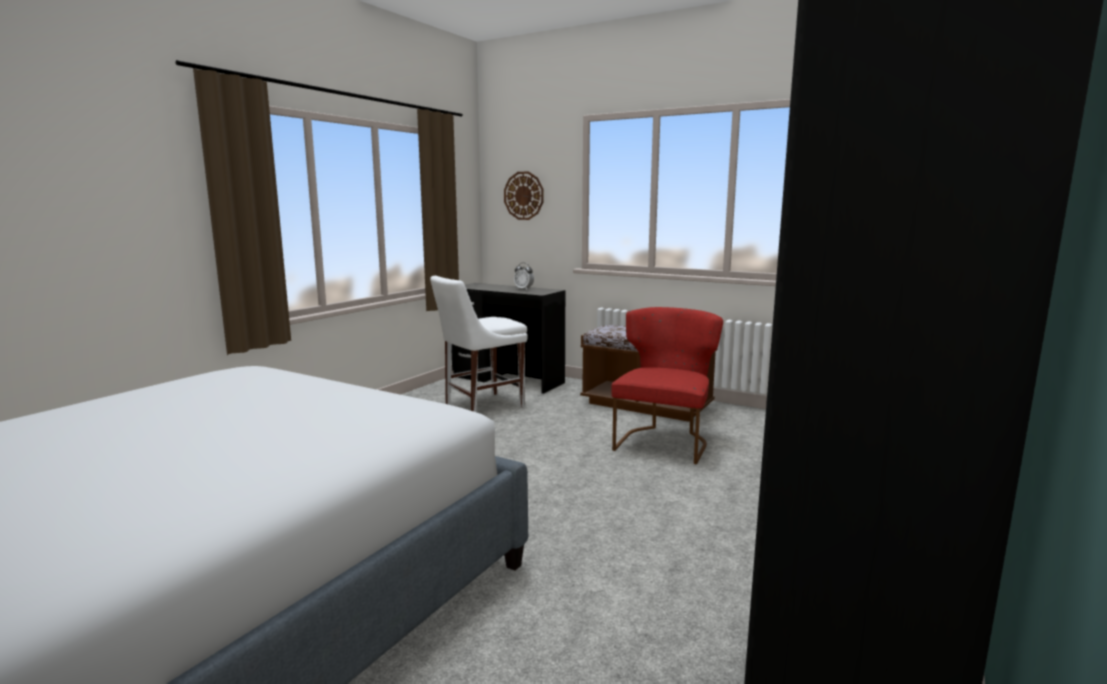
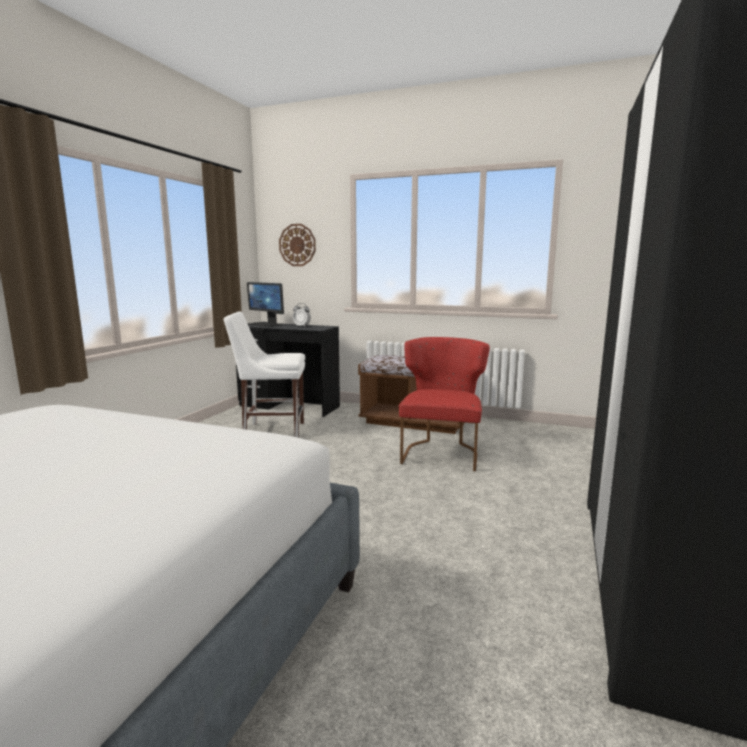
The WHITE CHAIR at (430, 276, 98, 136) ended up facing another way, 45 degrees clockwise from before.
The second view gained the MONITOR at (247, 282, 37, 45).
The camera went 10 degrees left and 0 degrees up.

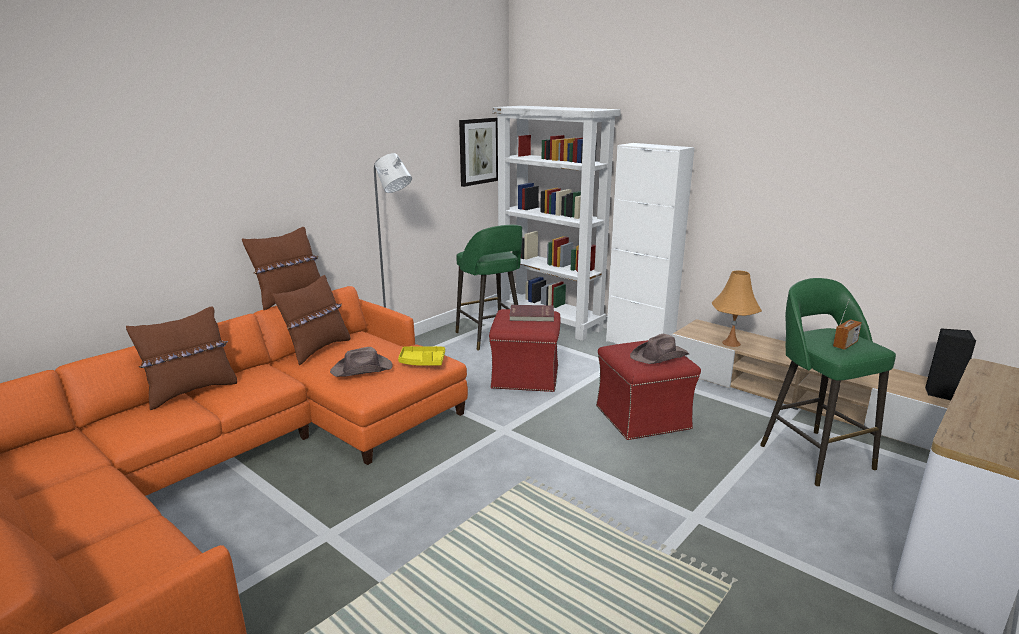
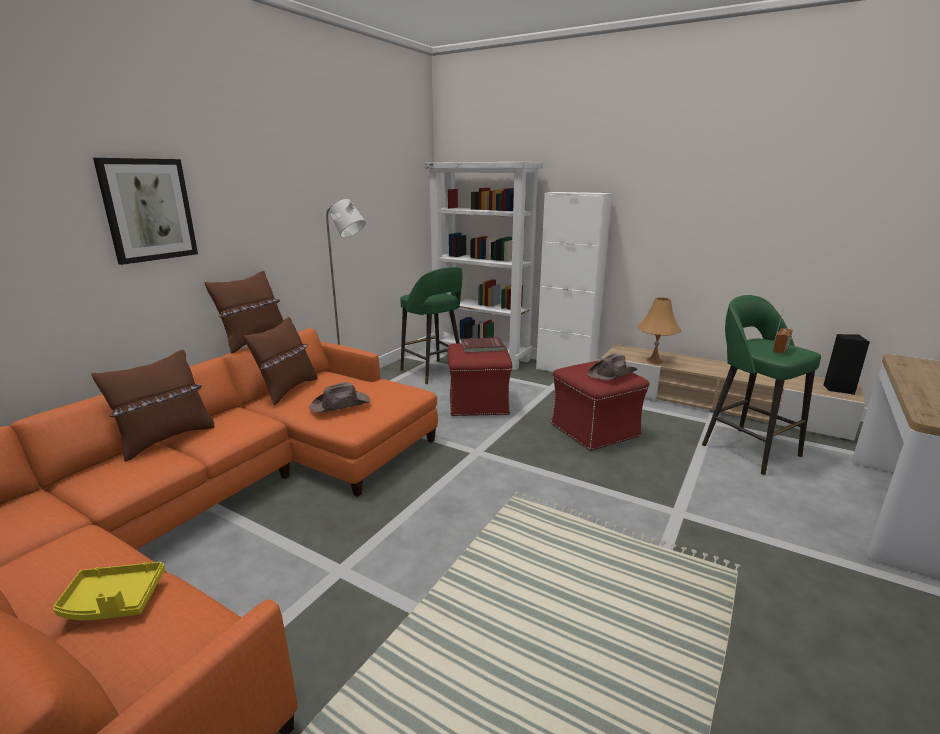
The YELLOW TRAY ended up elsewhere, having gone from (398, 346, 47, 20) to (53, 562, 112, 58).
The PICTURE ended up elsewhere, having gone from (459, 118, 39, 69) to (93, 158, 105, 107).
The camera went 10 degrees left and 0 degrees up.

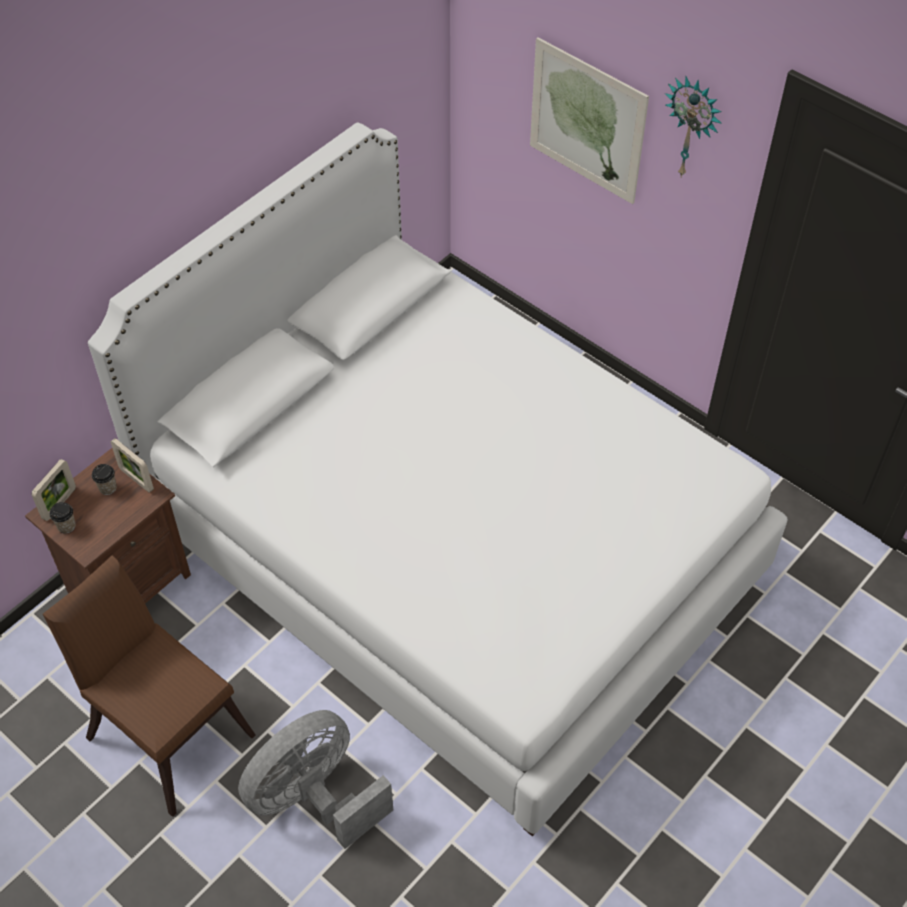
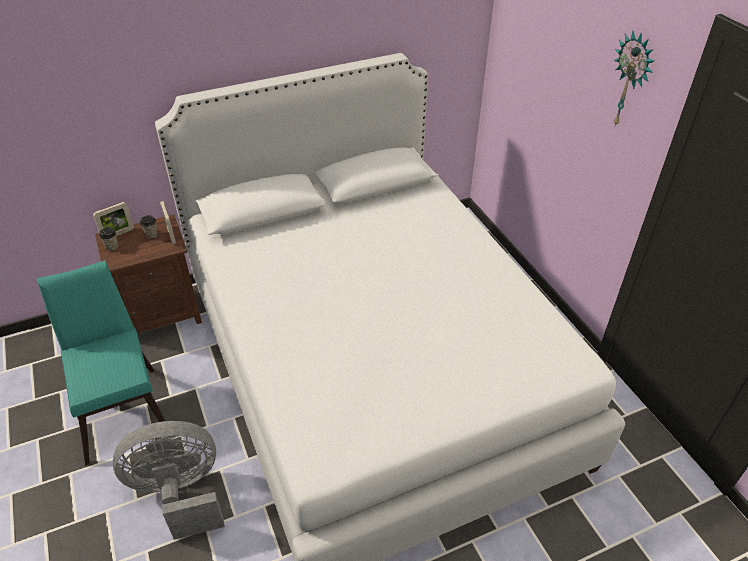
What was the BROWN CHAIR at (43, 555, 213, 262) turned into the TURQUOISE CHAIR at (37, 260, 129, 206).
The second view lost the PICTURE at (530, 37, 119, 167).
The camera went 25 degrees right and 10 degrees down.

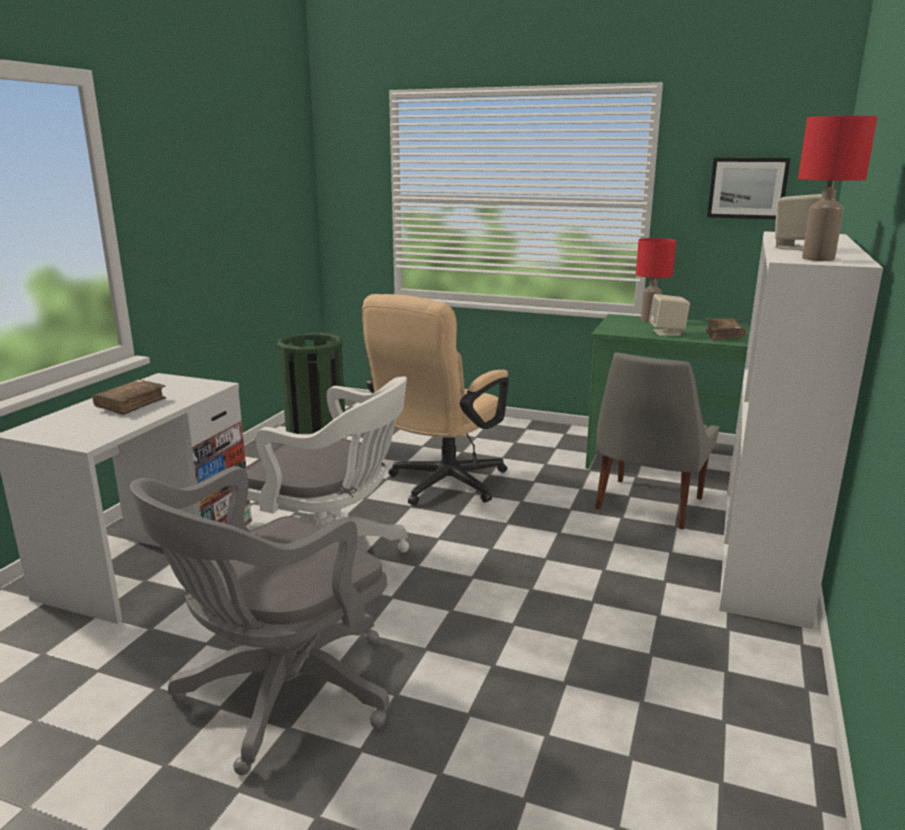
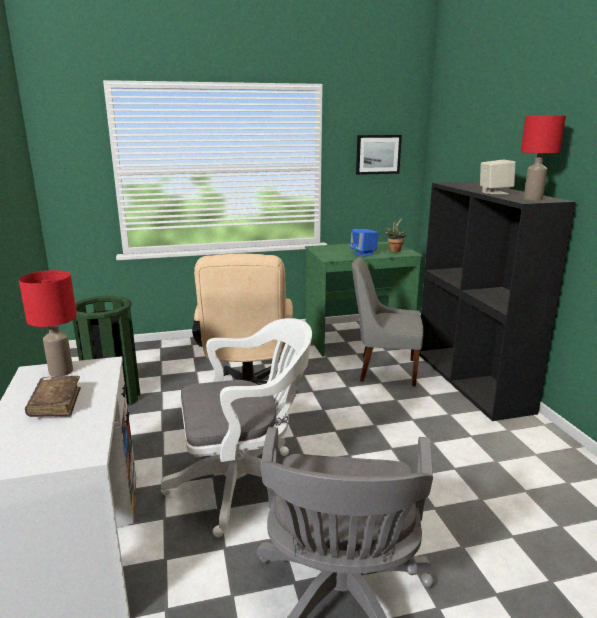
The RED TABLE LAMP ended up elsewhere, having gone from (636, 238, 40, 84) to (19, 270, 58, 107).
What was the BEIGE SPEAKER at (649, 294, 41, 42) turned into the BLUE SPEAKER at (350, 229, 29, 28).
The GREY CHAIR at (595, 352, 124, 177) ended up facing another way, 105 degrees clockwise from before.
Where the BROWN BOOK stood at (705, 318, 41, 23), the POTTED PLANT came to stand at (384, 218, 22, 34).
What was the WHITE BOOKCASE at (719, 231, 164, 398) turned into the BLACK BOOKCASE at (419, 182, 157, 239).
The camera went 35 degrees left and 0 degrees up.

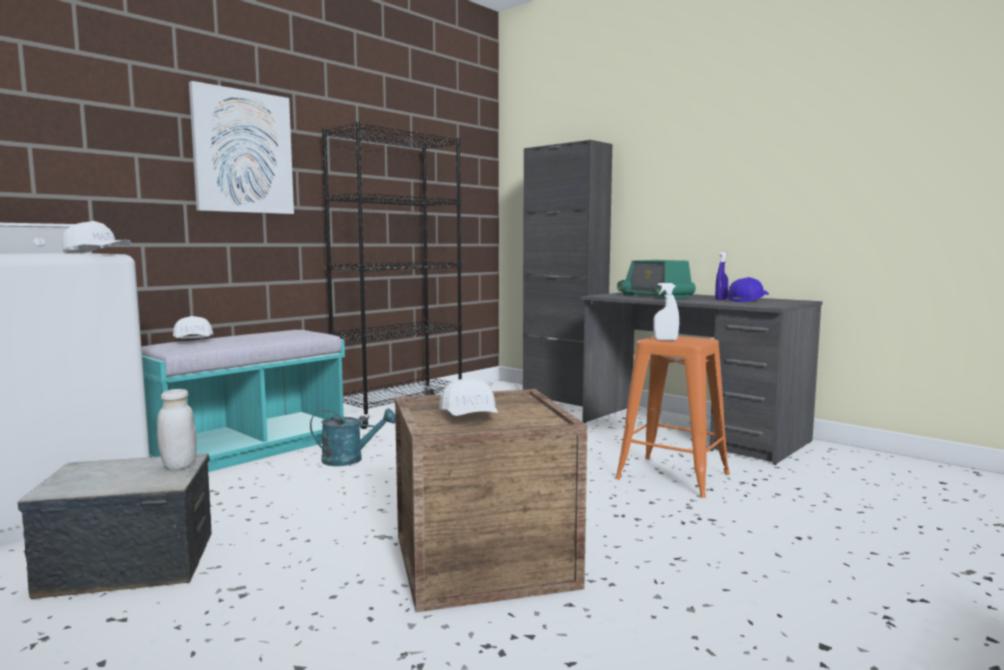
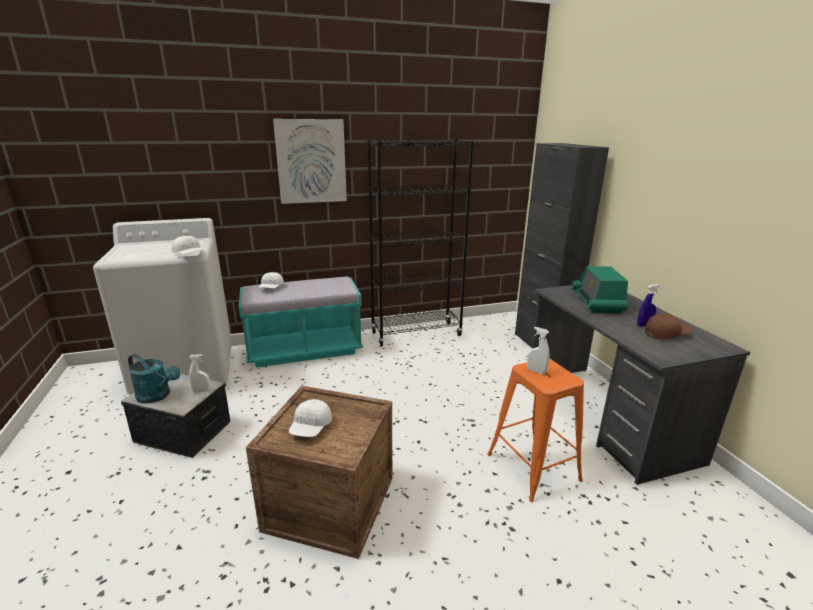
The TURQUOISE WATERING CAN ended up elsewhere, having gone from (310, 408, 85, 58) to (128, 354, 52, 50).
Where the WHITE JAR stood at (157, 389, 40, 80), the WHITE SPRAY BOTTLE came to stand at (189, 354, 21, 38).
What was the BLUE CAP at (727, 277, 42, 25) turned into the BROWN CAP at (645, 314, 47, 26).
The camera went 30 degrees right and 15 degrees up.

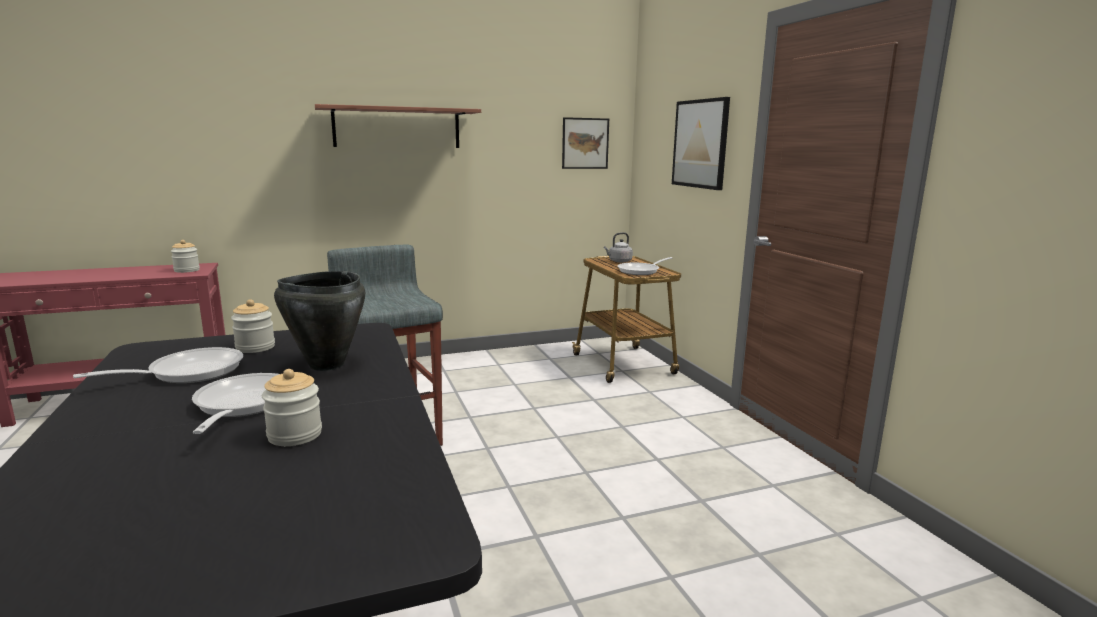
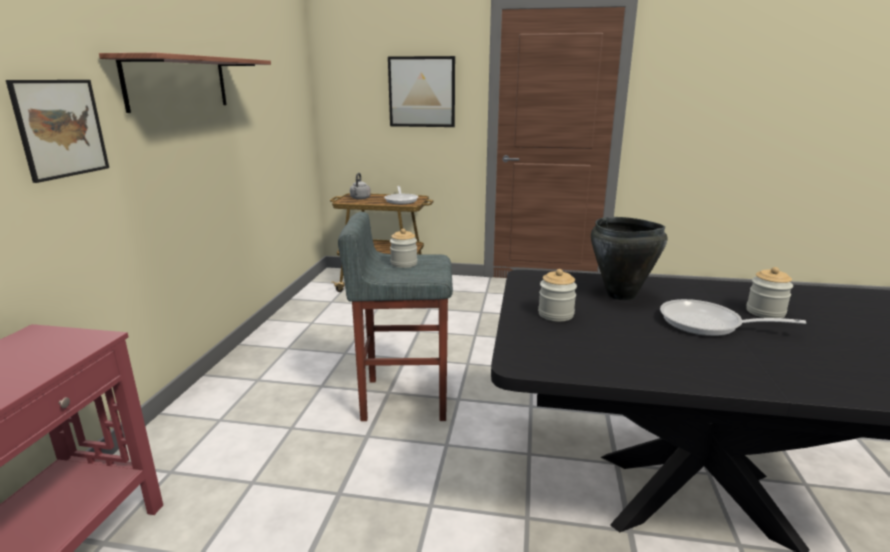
The PICTURE ended up elsewhere, having gone from (562, 117, 47, 52) to (6, 80, 103, 103).
The JAR ended up elsewhere, having gone from (171, 240, 29, 33) to (390, 229, 27, 39).
The second view lost the FRYING PAN at (73, 347, 170, 36).
The camera went 60 degrees left and 5 degrees up.

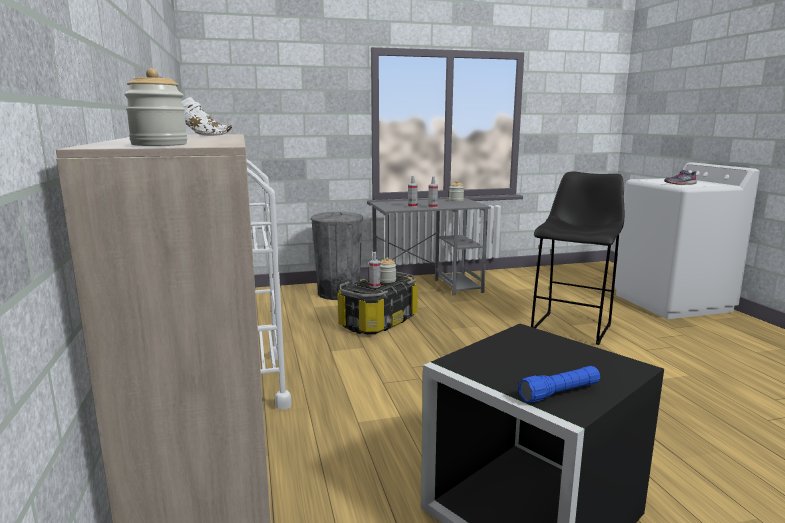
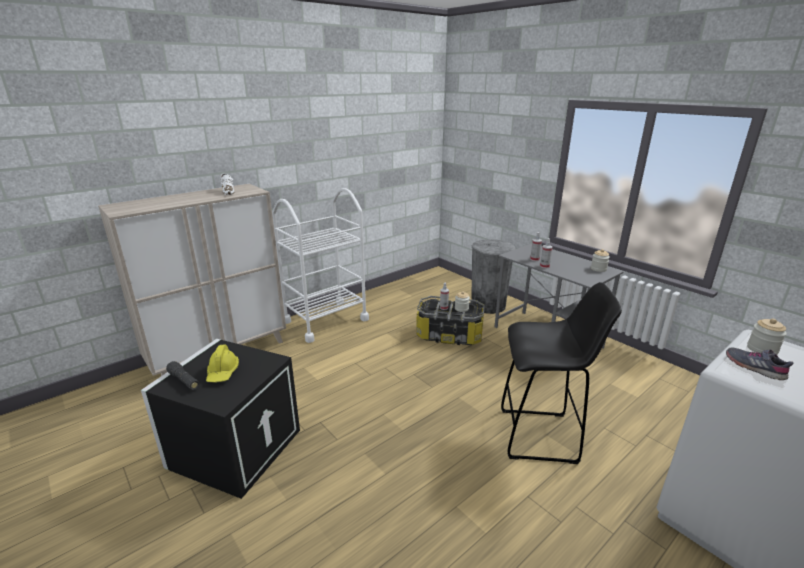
What was the BLUE FLASHLIGHT at (518, 366, 82, 37) turned into the BLACK FLASHLIGHT at (166, 361, 33, 29).
The second view gained the YELLOW HARD HAT at (206, 345, 33, 38).
The JAR ended up elsewhere, having gone from (124, 68, 63, 78) to (747, 319, 40, 36).
The camera went 65 degrees right and 10 degrees up.

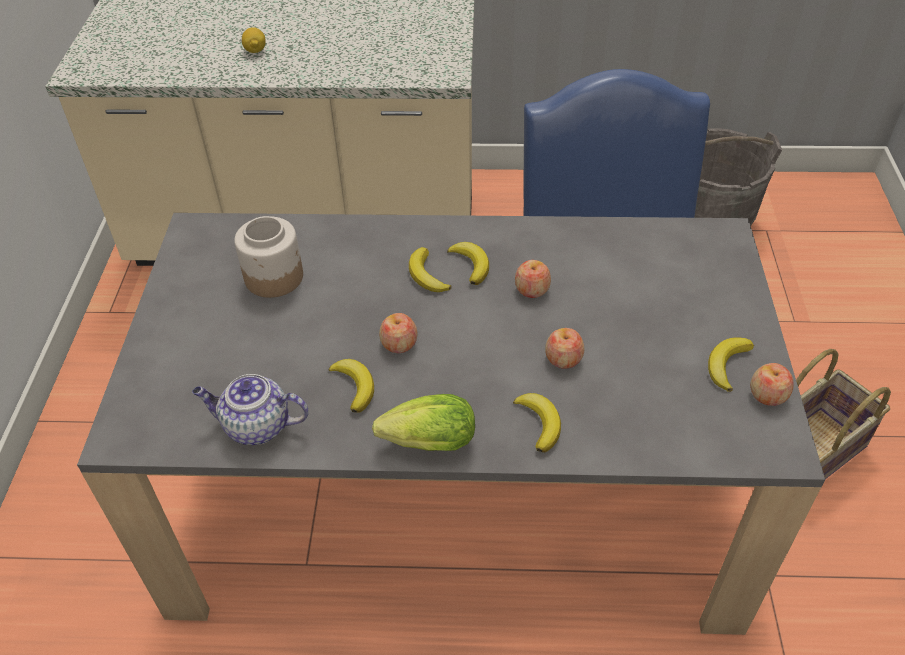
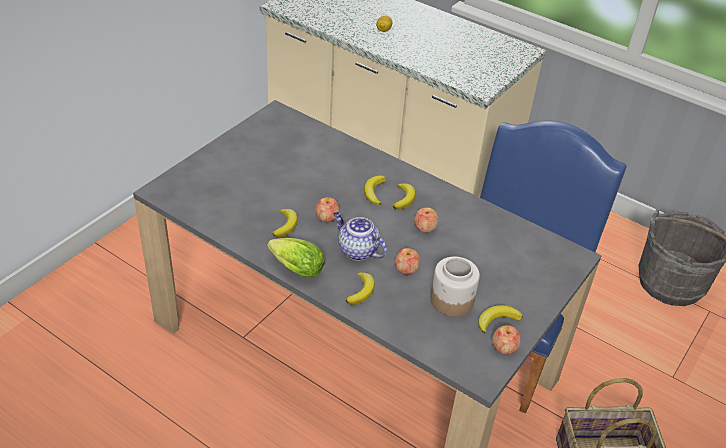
The TEAPOT ended up elsewhere, having gone from (192, 374, 117, 71) to (334, 212, 53, 49).
The JAR ended up elsewhere, having gone from (234, 216, 69, 82) to (431, 257, 49, 60).
The camera went 30 degrees right and 5 degrees down.

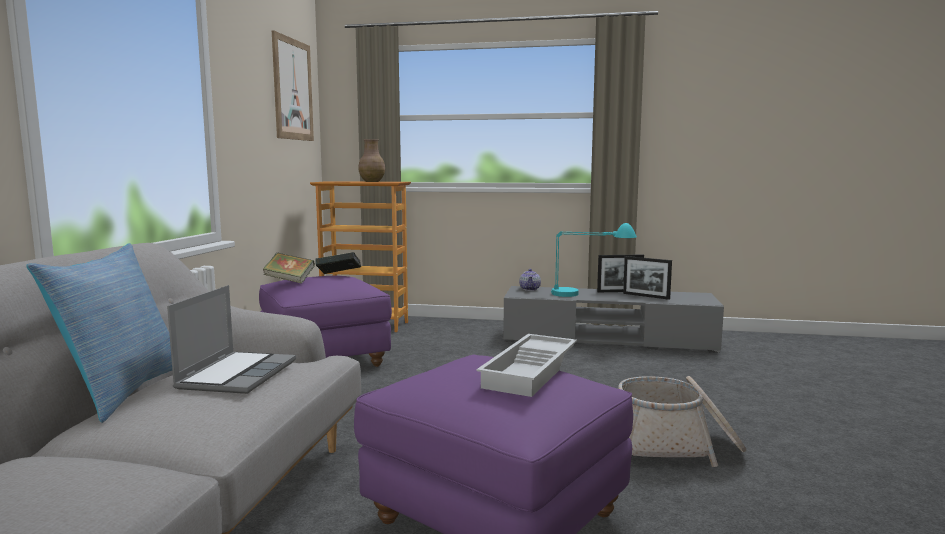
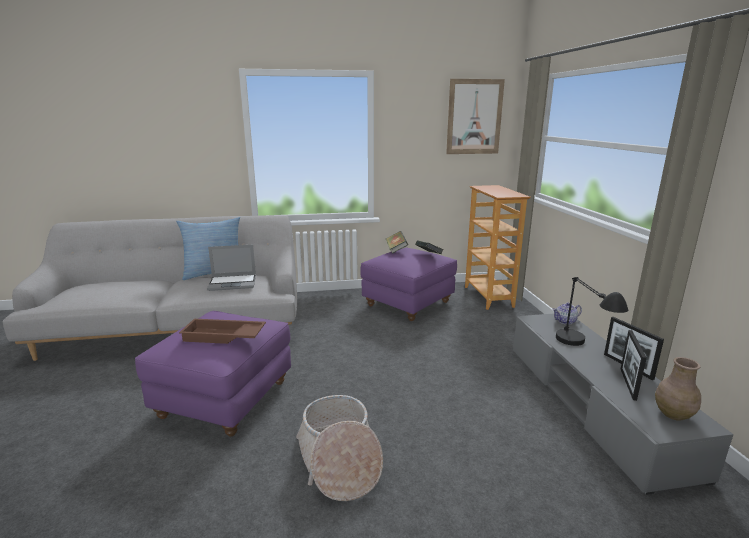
What was the WHITE TRAY at (477, 334, 100, 63) turned into the BROWN TRAY at (179, 319, 87, 25).
What was the TURQUOISE TABLE LAMP at (551, 223, 86, 74) turned into the BLACK TABLE LAMP at (556, 277, 72, 69).
The BROWN VASE ended up elsewhere, having gone from (358, 139, 27, 43) to (655, 357, 46, 64).
The camera went 70 degrees right and 10 degrees up.

